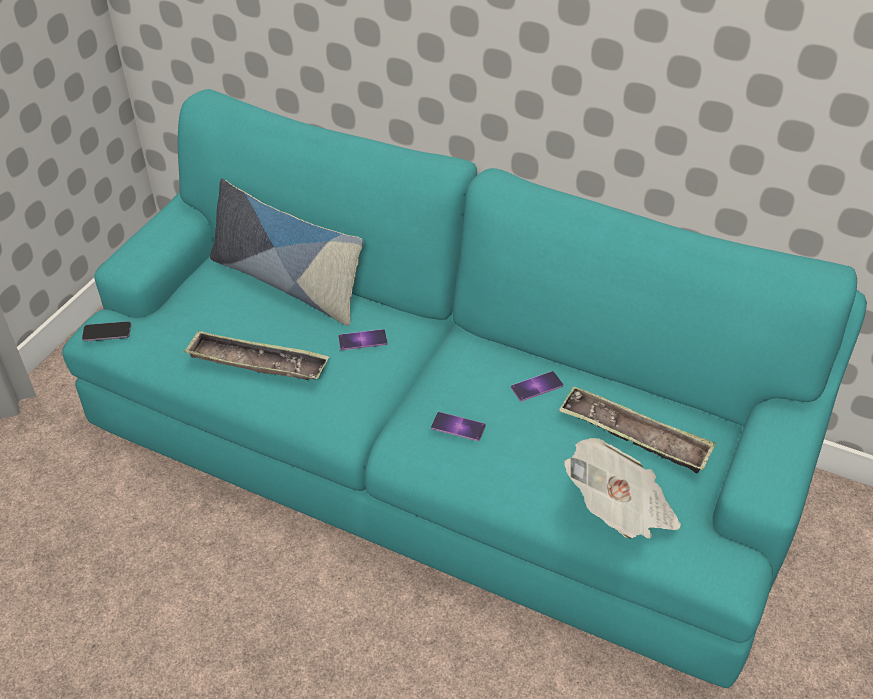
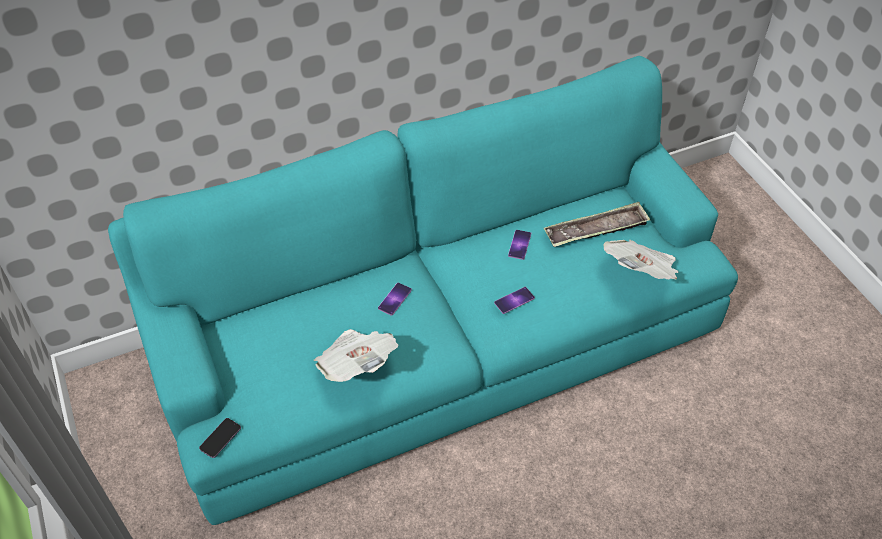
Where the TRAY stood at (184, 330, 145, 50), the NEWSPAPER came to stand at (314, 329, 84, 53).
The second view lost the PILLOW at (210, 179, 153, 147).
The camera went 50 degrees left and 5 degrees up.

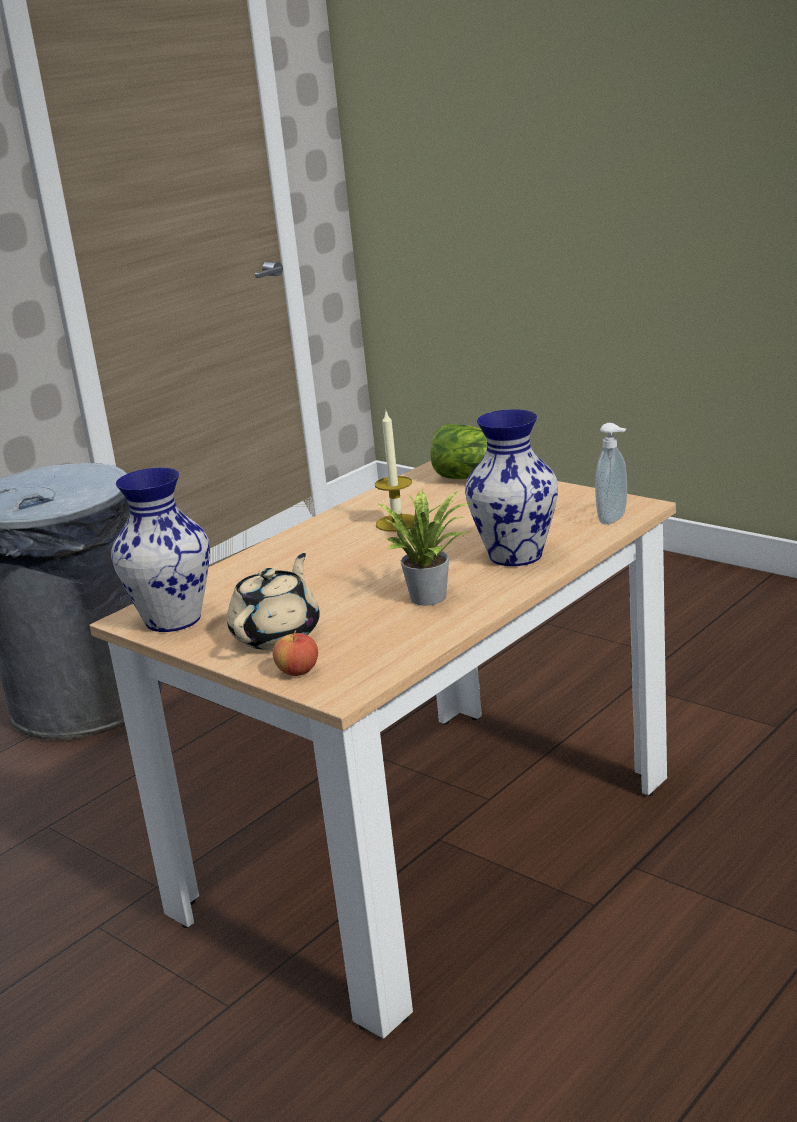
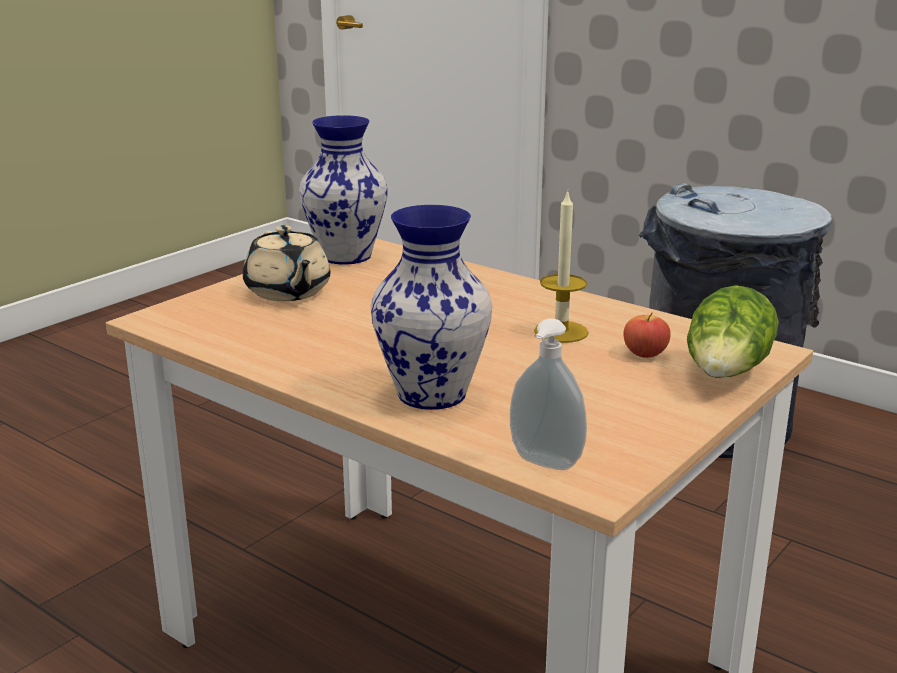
The BEIGE TEAPOT at (227, 553, 93, 97) ended up facing another way, 45 degrees clockwise from before.
The APPLE ended up elsewhere, having gone from (273, 630, 45, 46) to (623, 313, 48, 45).
The second view lost the POTTED PLANT at (379, 490, 94, 116).
The camera went 85 degrees right and 0 degrees up.

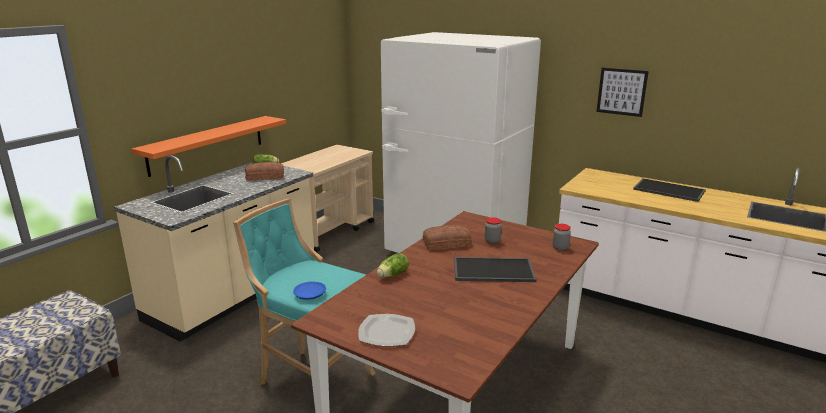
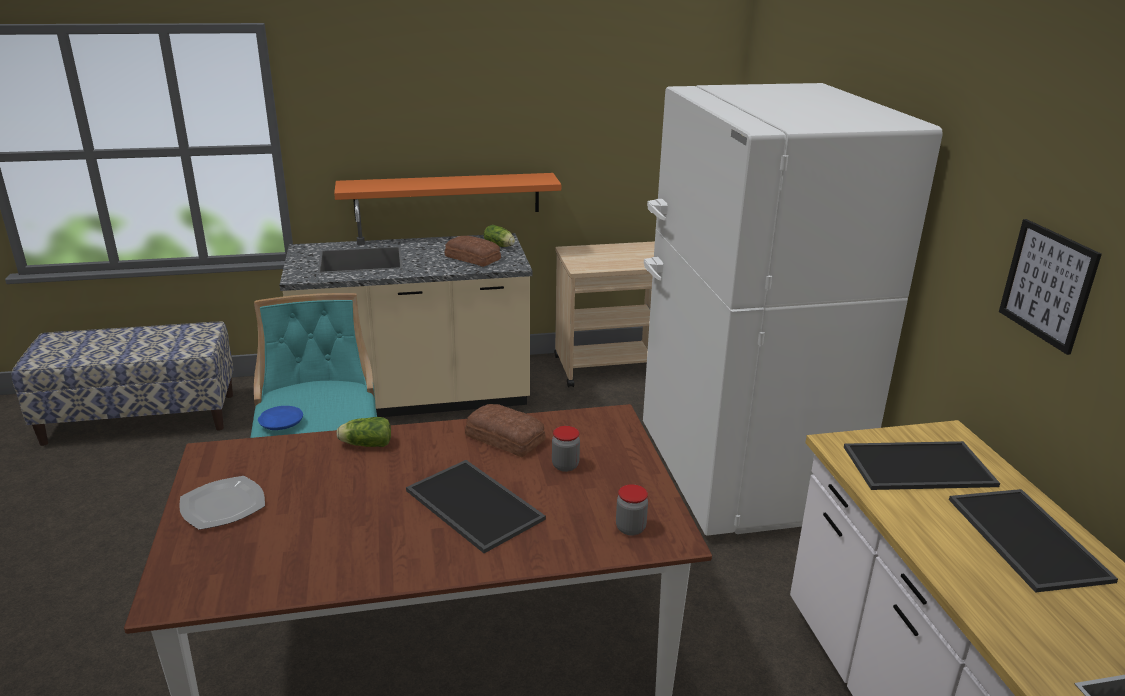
The second view gained the TRAY at (844, 441, 156, 49).
The camera went 45 degrees right and 5 degrees up.

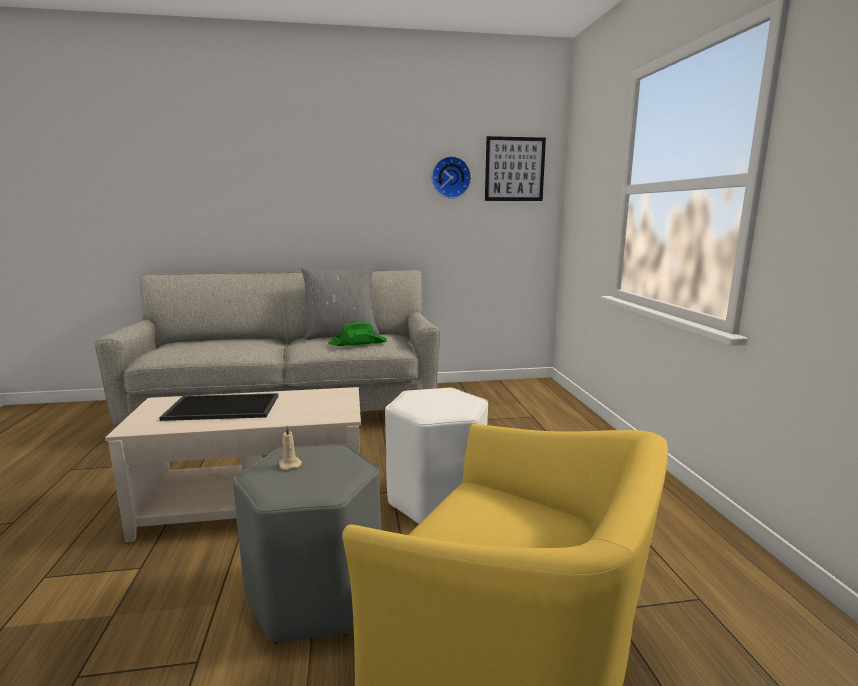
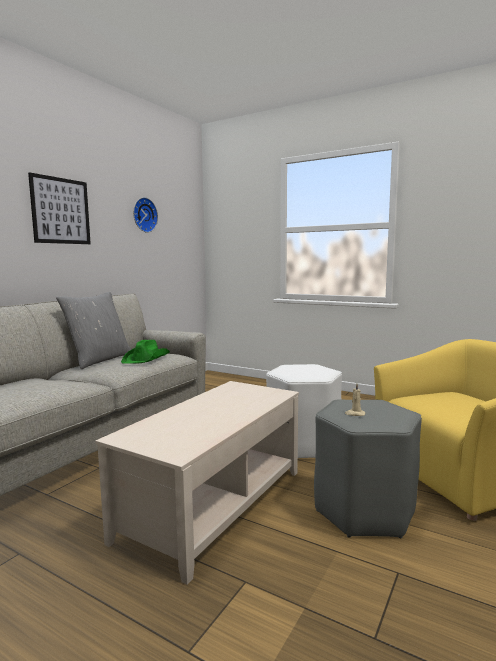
The PICTURE ended up elsewhere, having gone from (485, 136, 61, 65) to (28, 172, 63, 72).
The second view lost the TRAY at (159, 393, 119, 28).
The camera went 50 degrees left and 5 degrees down.

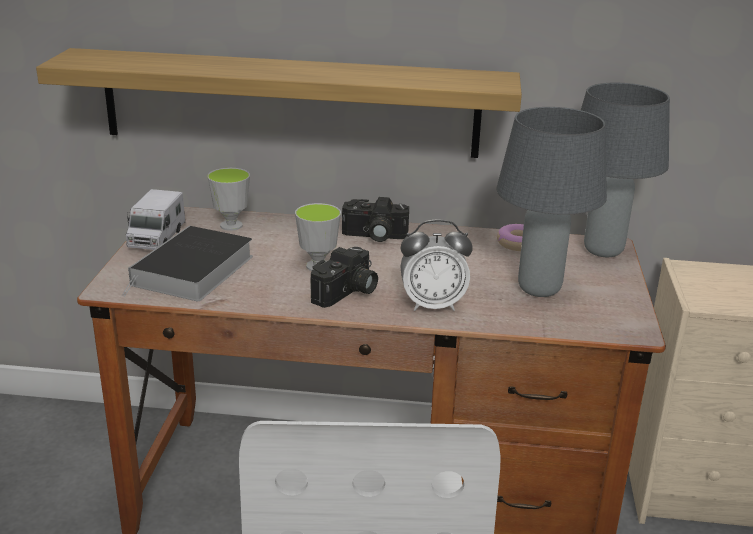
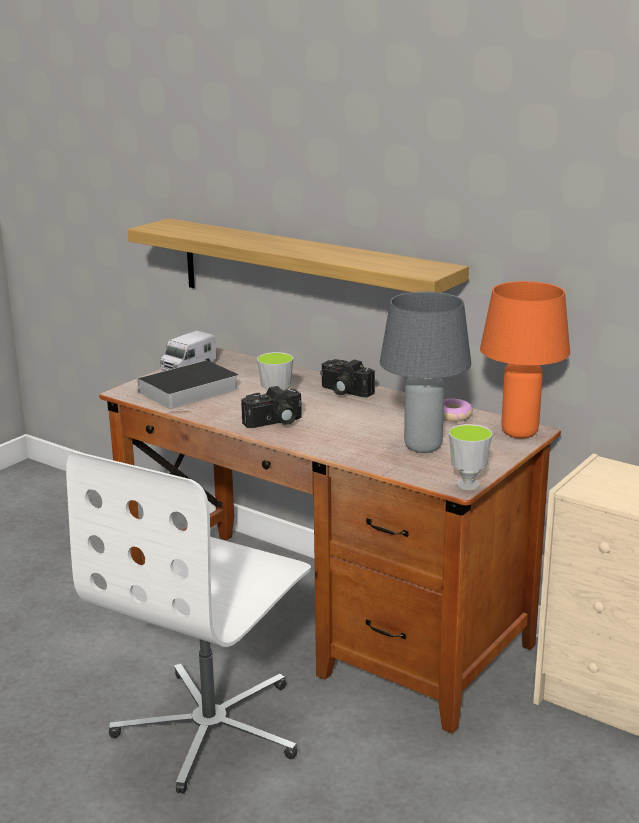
The CUP ended up elsewhere, having gone from (207, 168, 43, 63) to (449, 424, 44, 66).
What was the GREY TABLE LAMP at (581, 83, 89, 174) turned into the ORANGE TABLE LAMP at (480, 281, 90, 157).
The second view lost the ALARM CLOCK at (400, 219, 72, 92).
The camera went 30 degrees right and 5 degrees down.

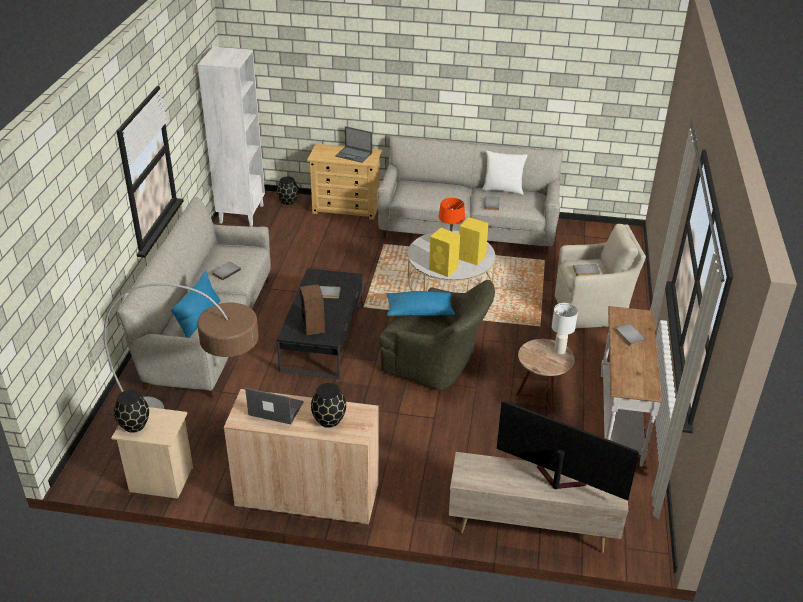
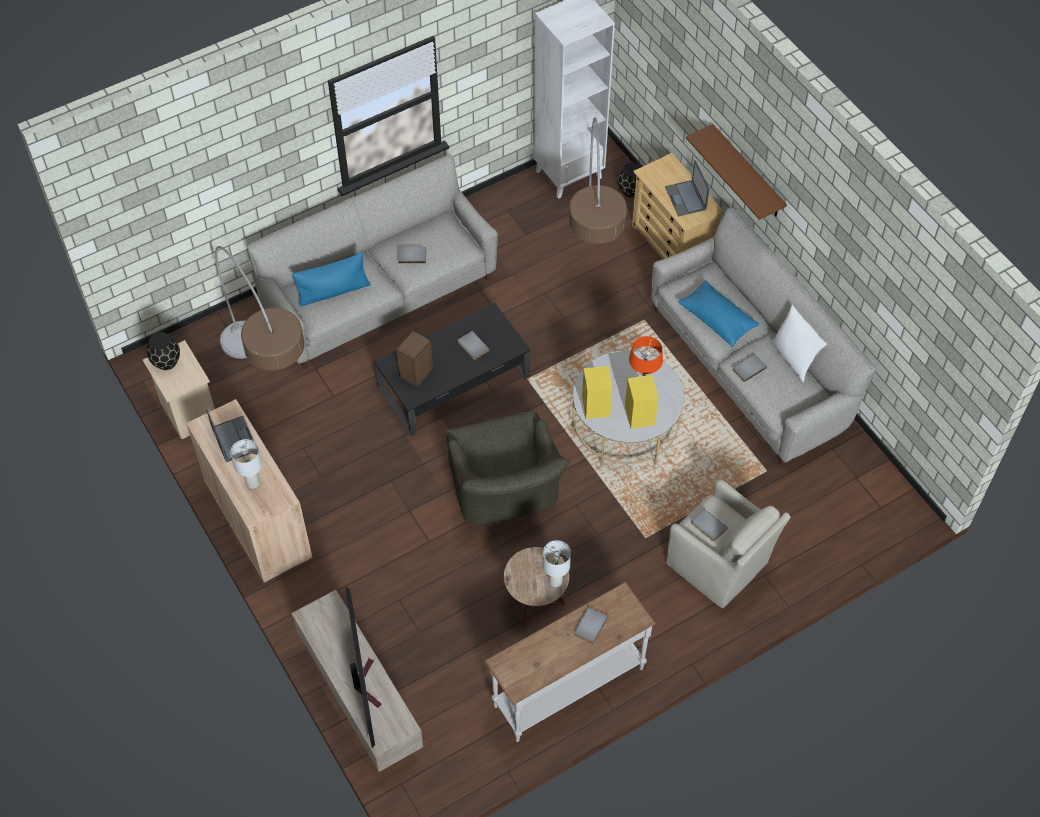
Where the BLACK VASE stood at (311, 383, 35, 45), the WHITE TABLE LAMP came to stand at (230, 439, 32, 50).
The second view gained the FLOOR LAMP at (569, 117, 58, 127).
The BLUE PILLOW ended up elsewhere, having gone from (387, 291, 68, 25) to (678, 280, 82, 67).
The second view gained the BROWN SHELF at (686, 124, 101, 96).
The camera went 50 degrees right and 20 degrees up.

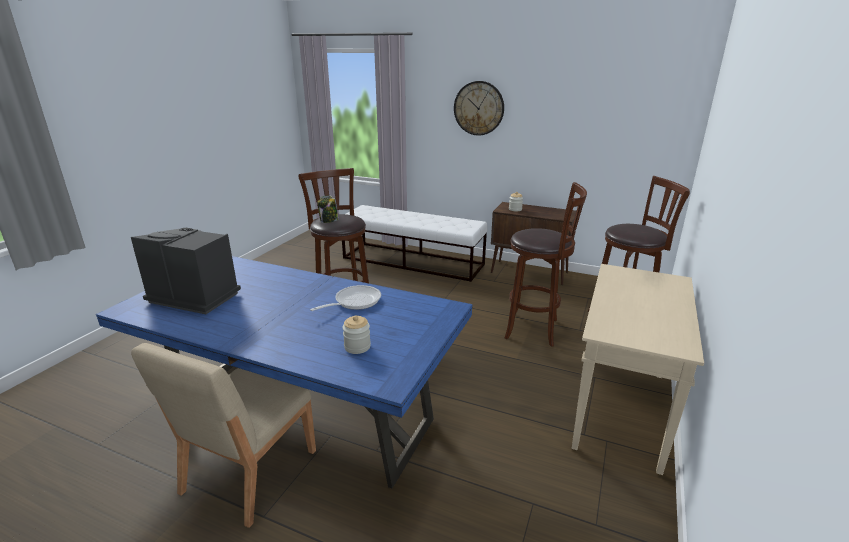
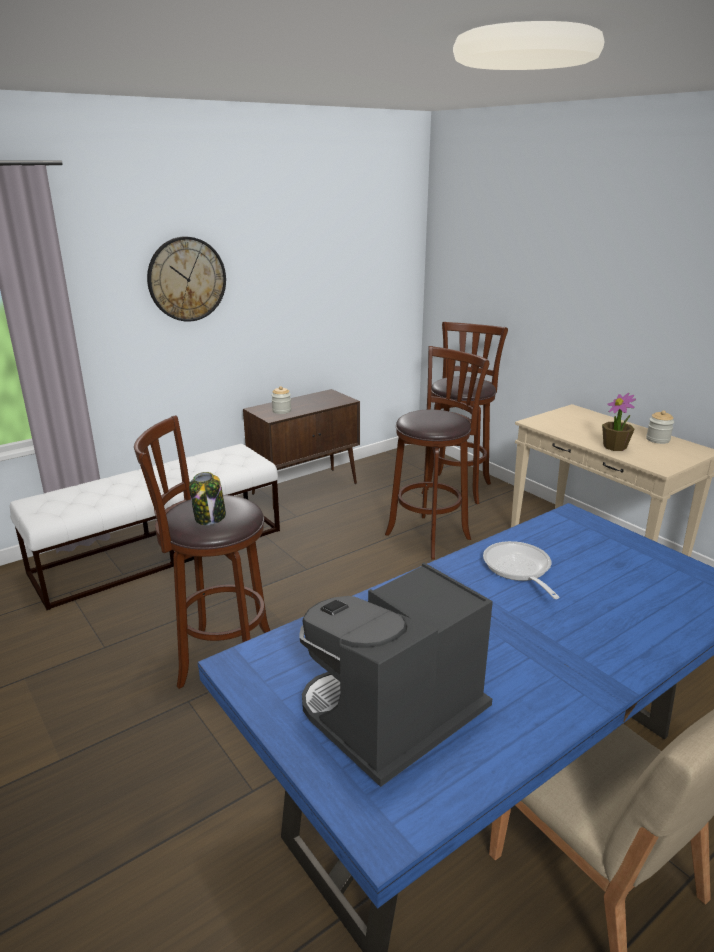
The second view gained the POTTED PLANT at (602, 393, 34, 58).
The JAR ended up elsewhere, having gone from (342, 315, 29, 39) to (646, 410, 28, 34).
The camera went 60 degrees left and 0 degrees up.

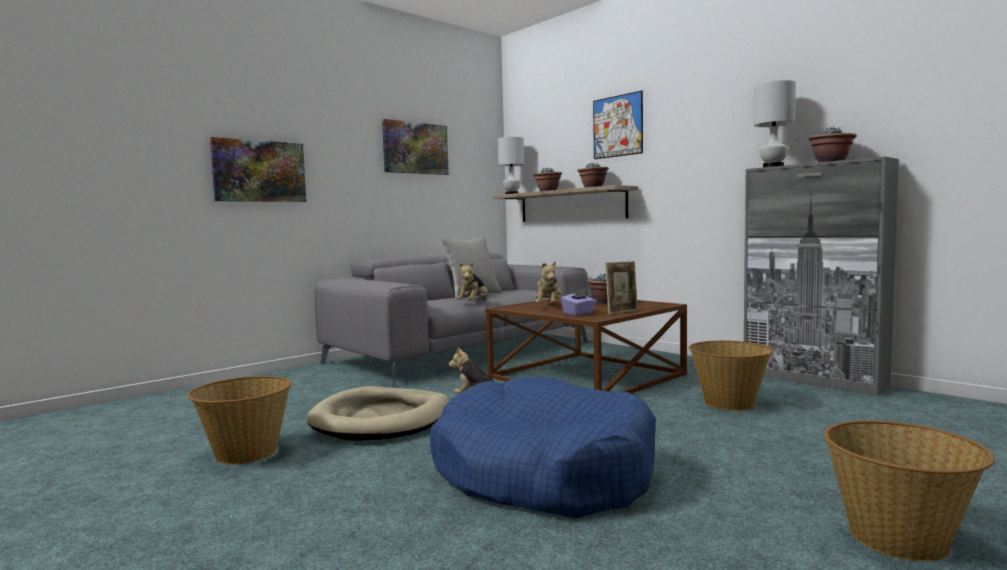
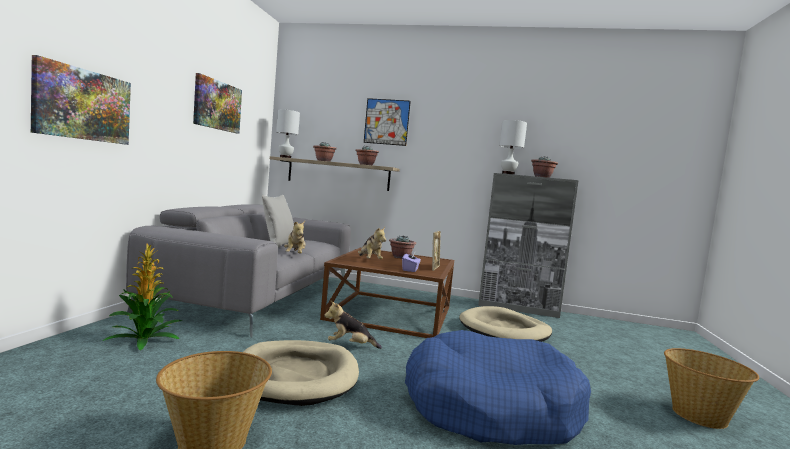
The second view gained the POTTED PLANT at (103, 244, 80, 106).
Where the BASKET stood at (689, 340, 85, 71), the BEIGE DOG BED came to stand at (459, 306, 93, 36).
The camera went 35 degrees left and 0 degrees up.

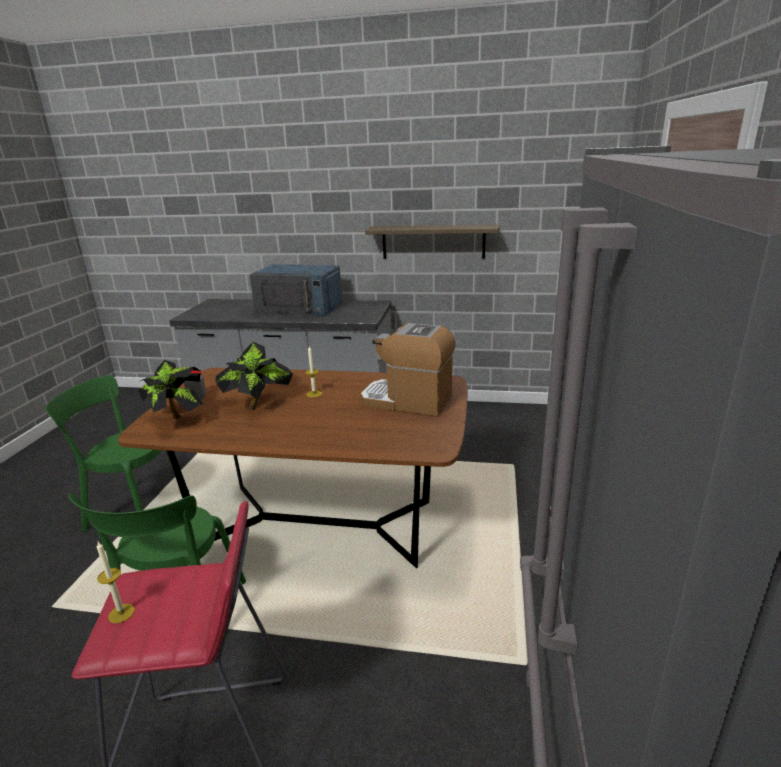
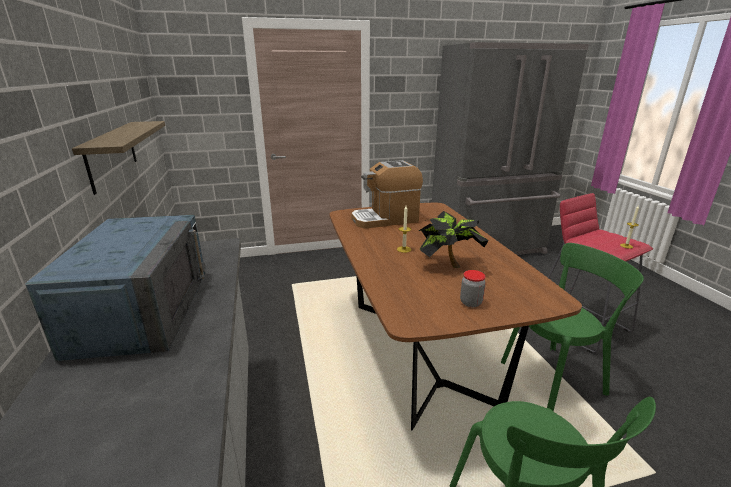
The COFFEE MACHINE at (361, 323, 94, 94) ended up facing another way, 75 degrees clockwise from before.
The second view lost the POTTED PLANT at (139, 360, 64, 59).
The camera went 115 degrees left and 0 degrees up.

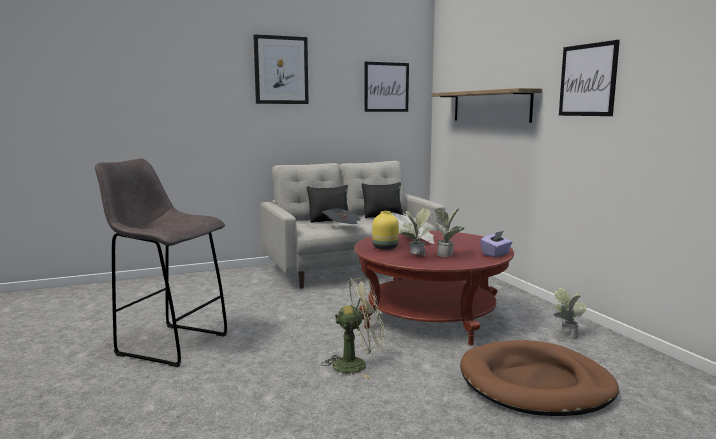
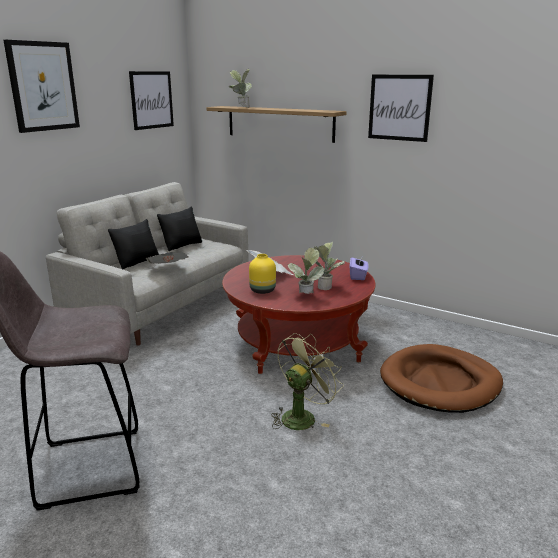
The POTTED PLANT ended up elsewhere, having gone from (553, 288, 34, 51) to (229, 69, 23, 39).
The camera went 35 degrees left and 10 degrees up.

